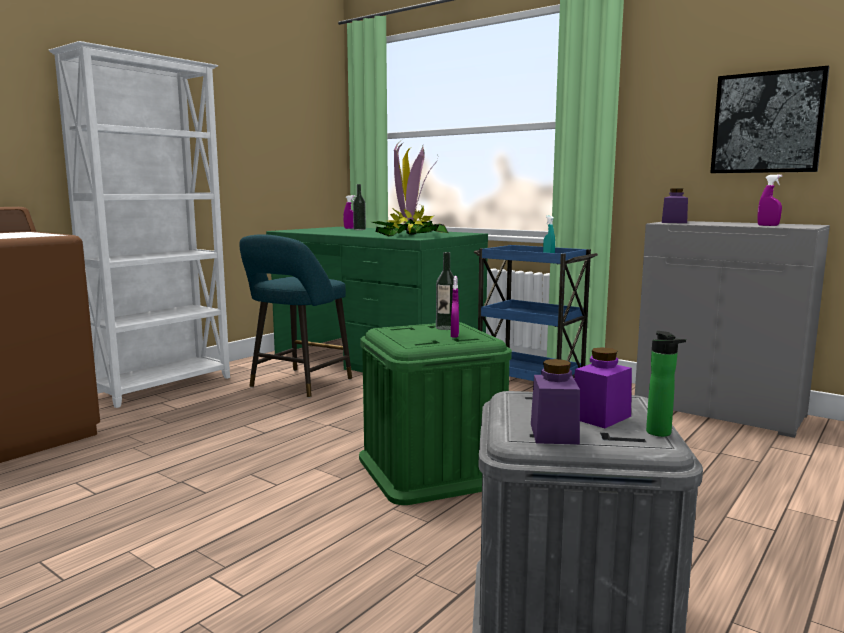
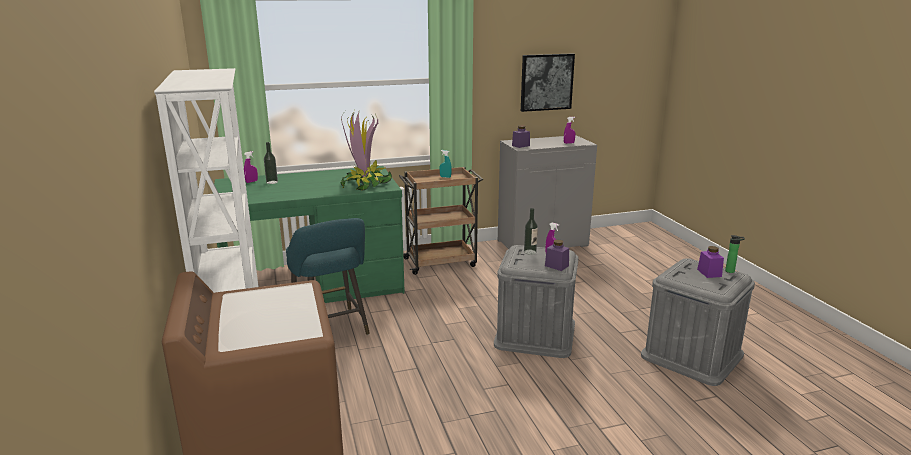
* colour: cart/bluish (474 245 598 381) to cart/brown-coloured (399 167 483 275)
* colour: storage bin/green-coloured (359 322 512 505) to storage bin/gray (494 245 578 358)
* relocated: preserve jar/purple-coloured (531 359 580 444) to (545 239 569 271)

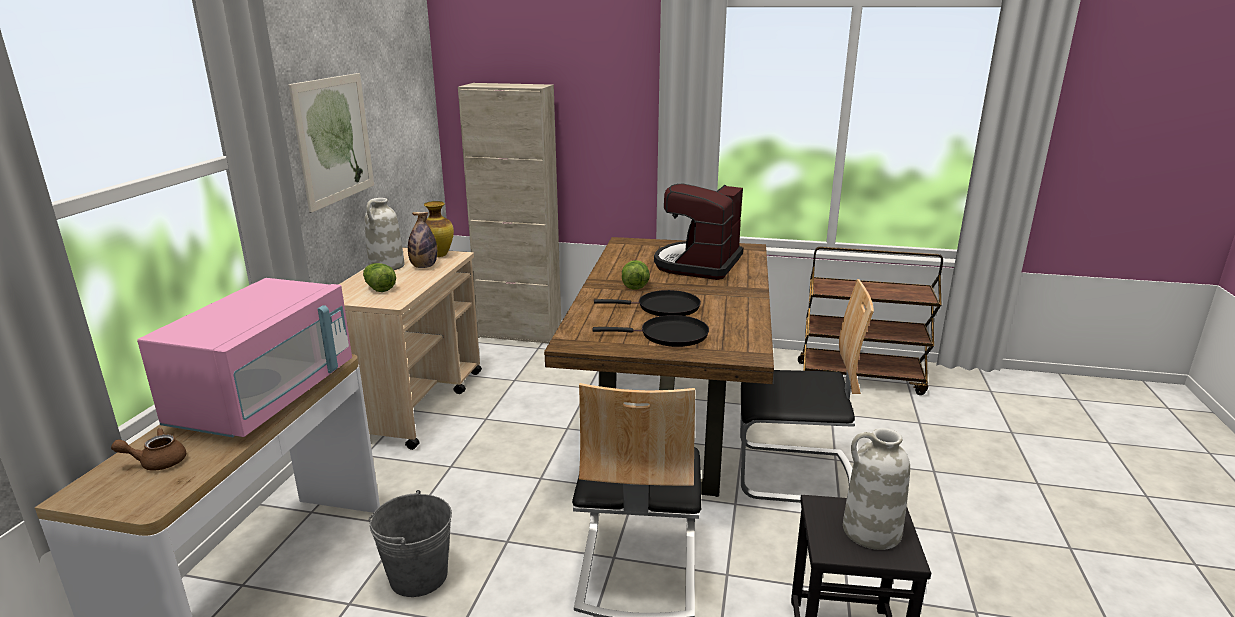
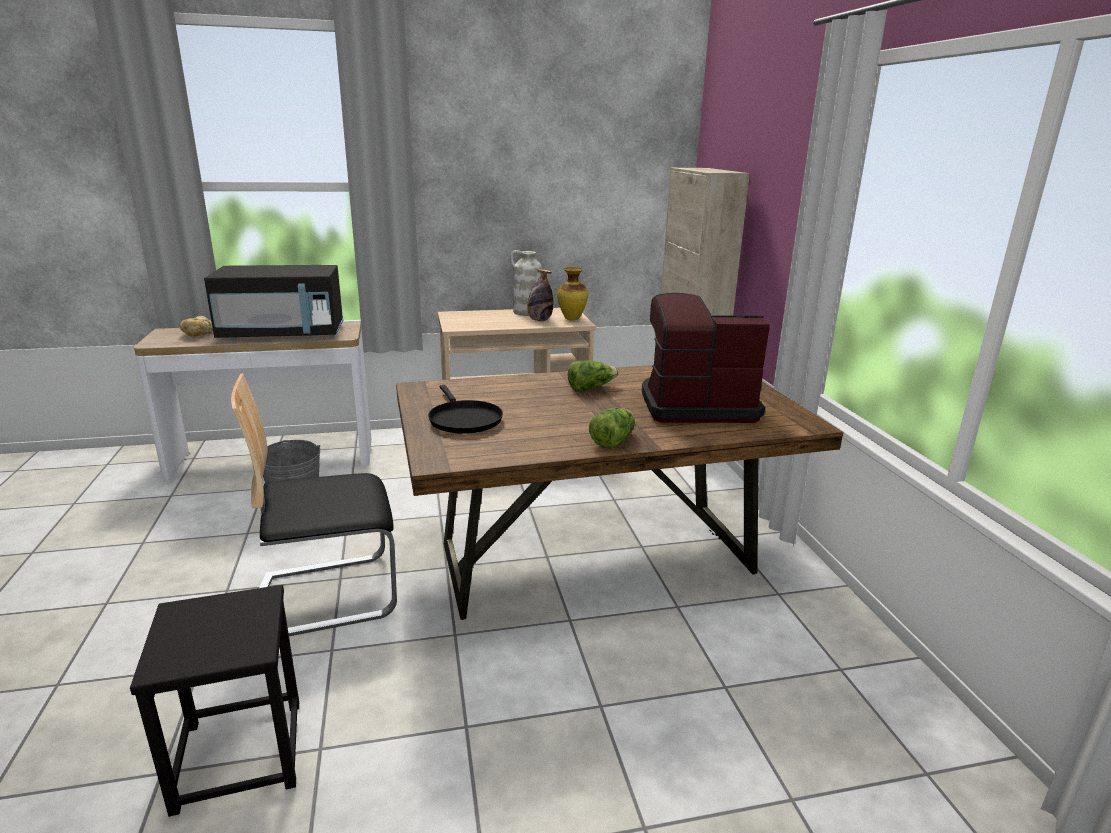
* exchanged: tea pot/brown-coloured (111 428 186 471) to bread (179 316 213 337)
* colour: microwave oven/pink-coloured (137 278 352 437) to microwave oven/blackish (204 265 343 340)
* relocated: lettuce (363 263 396 292) to (589 408 635 449)
* missing: wall art (289 73 374 213)
* missing: pan/blackish (594 290 701 316)
* missing: chair (740 279 874 503)
* missing: cart/brown-coloured (798 247 943 395)
* missing: flower vase/white (843 428 910 550)

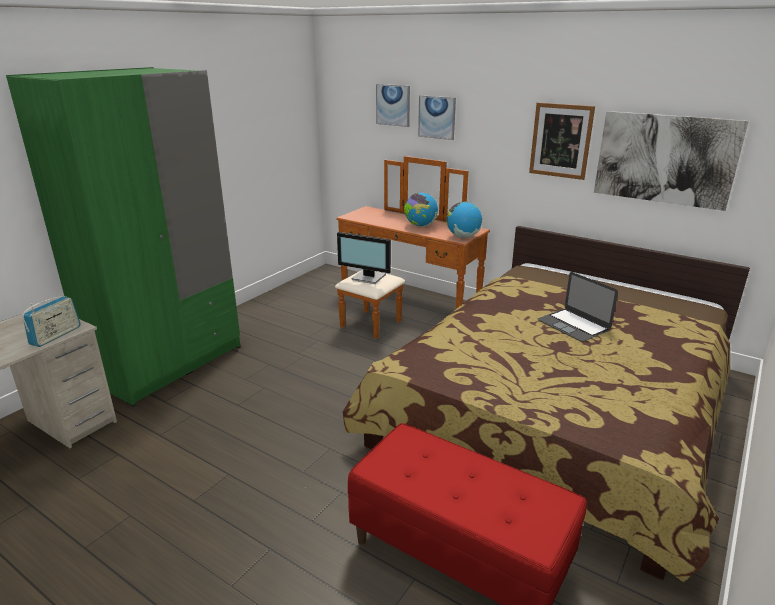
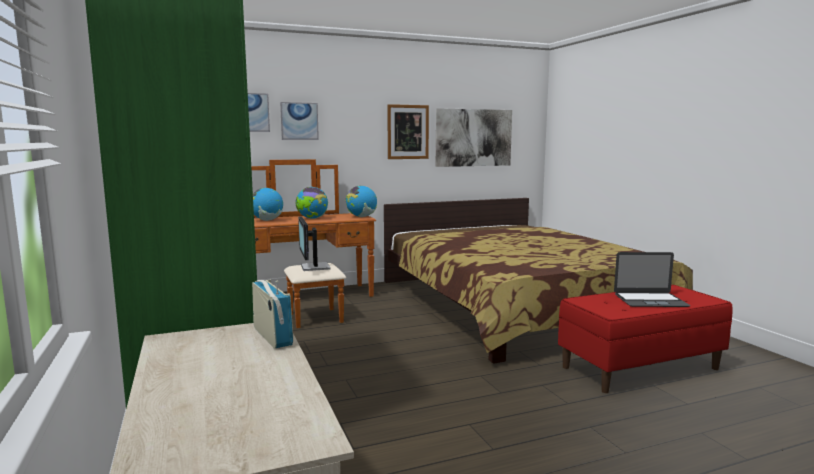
* appeared: world globe (253 188 283 221)
* spun: computer display (337 232 391 284) = (298 216 331 271) 105 degrees clockwise
* relocated: notebook computer (538 272 618 342) to (614 252 690 307)

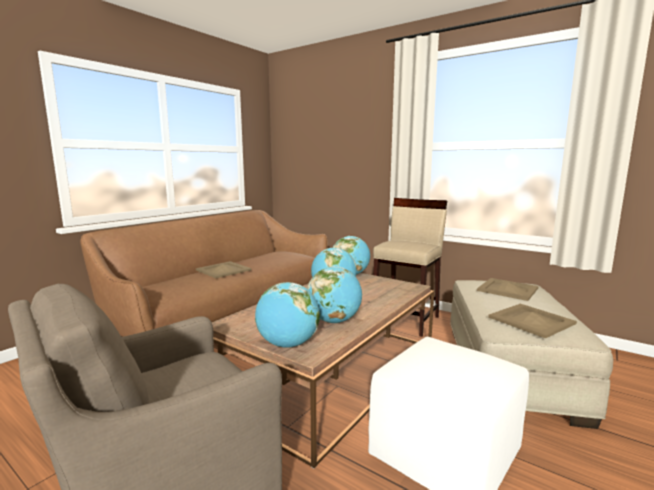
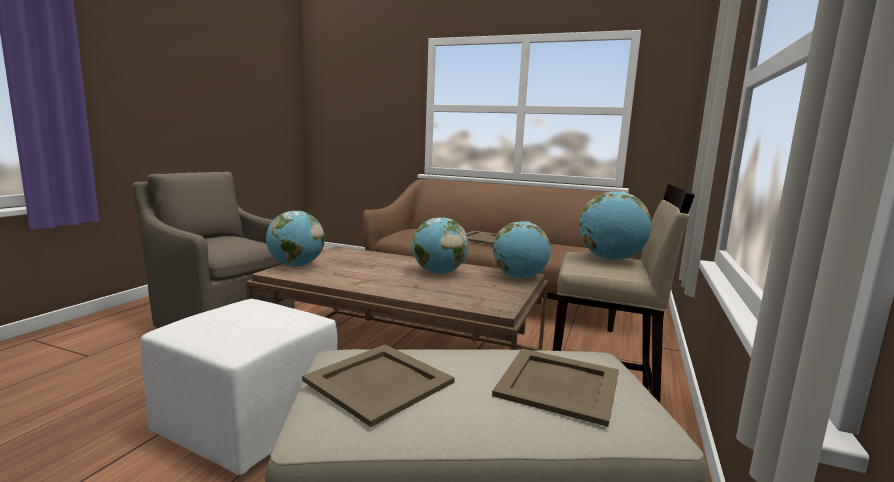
* relocated: world globe (307 266 362 323) to (579 191 651 260)

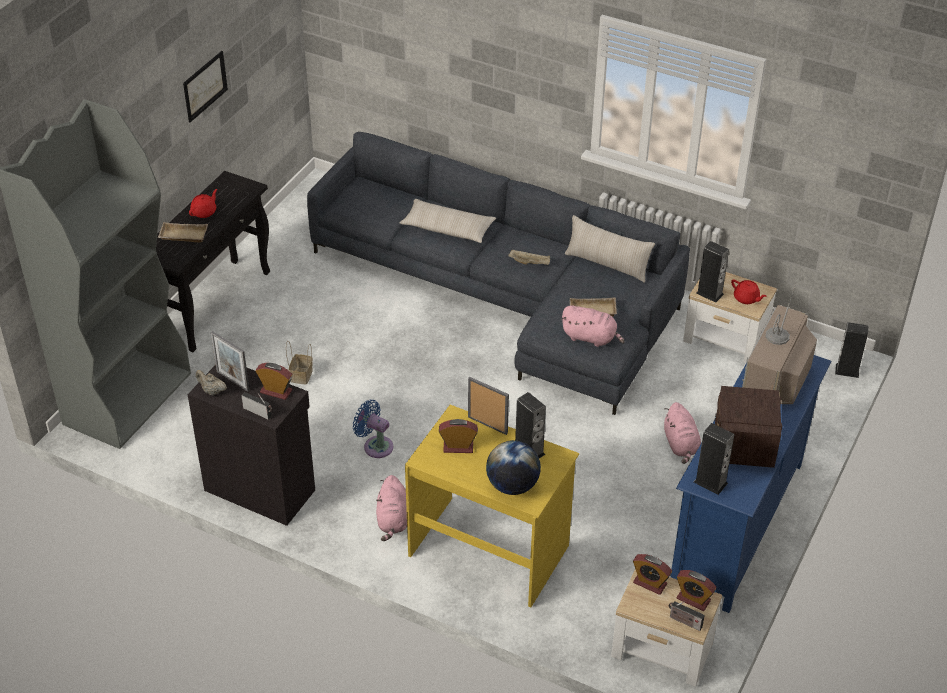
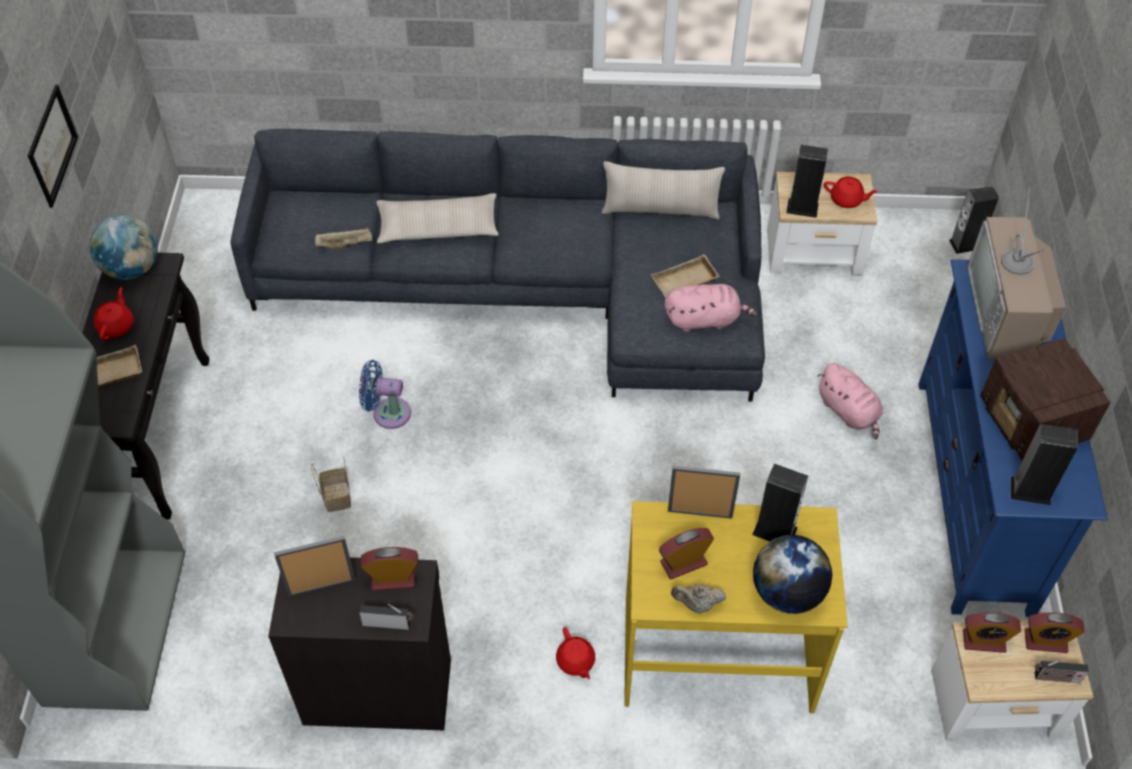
* appeared: world globe (90 215 158 280)
* spun: standing frame (211 331 249 392) = (274 536 356 597) 150 degrees clockwise
* relocated: carrying tray/sand-coloured (508 250 550 265) to (315 227 372 249)
* relocated: fan/bluish (353 400 393 458) to (359 360 411 429)
* exchanged: plush toy/pink-coloured (376 475 407 541) to tea pot/red (556 627 595 679)
* relocated: tea pot/sand-coloured (196 370 227 395) to (671 584 726 613)

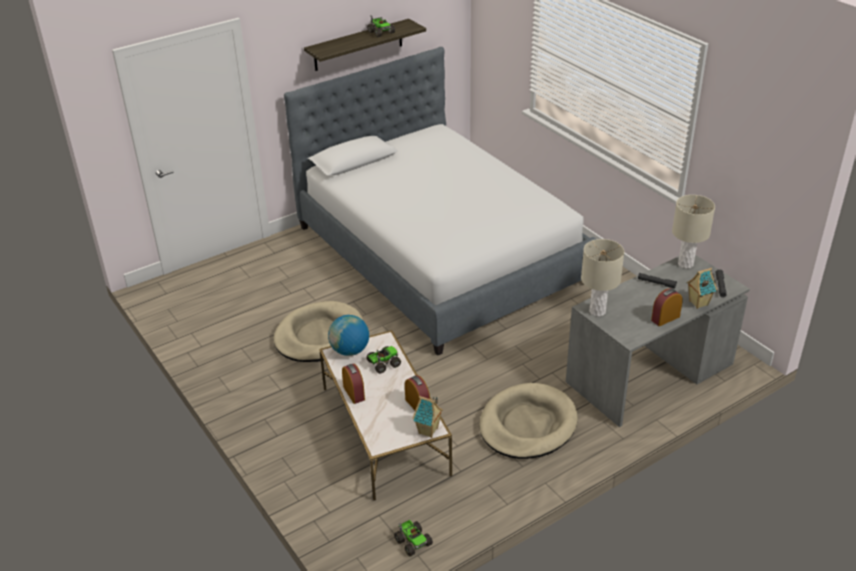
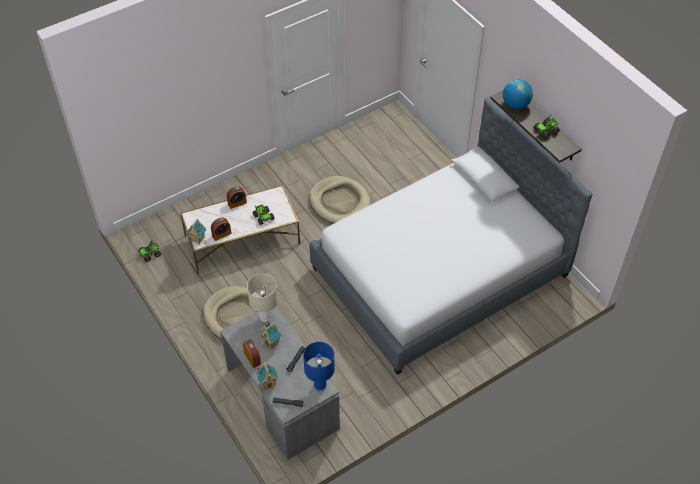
* appeared: toy house (259 321 282 349)
* colour: tabletop lamp/sand-coloured (672 195 715 269) to tabletop lamp/bluish (303 342 335 390)
* relocated: world globe (328 315 369 356) to (503 79 533 109)

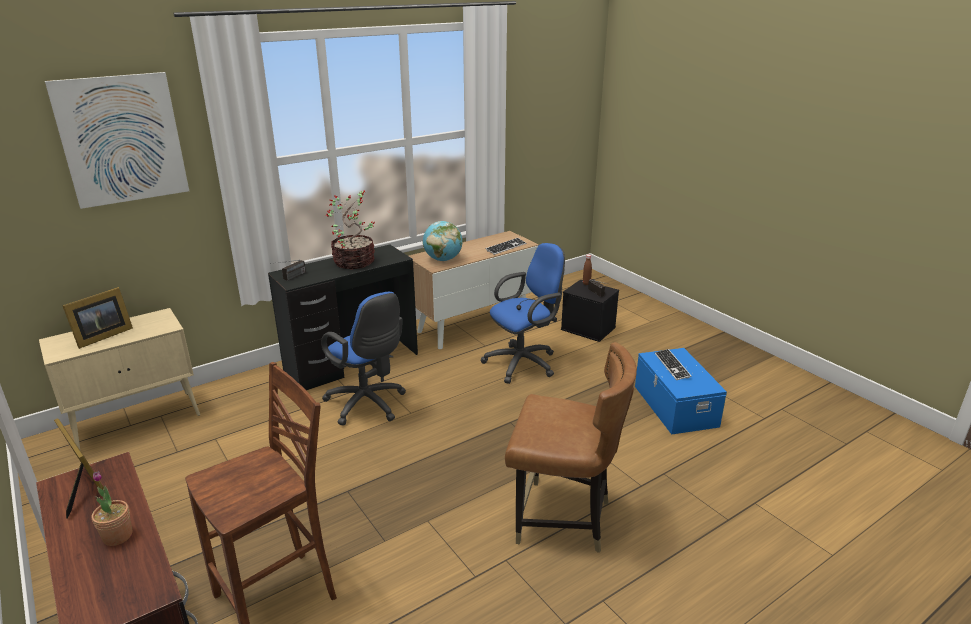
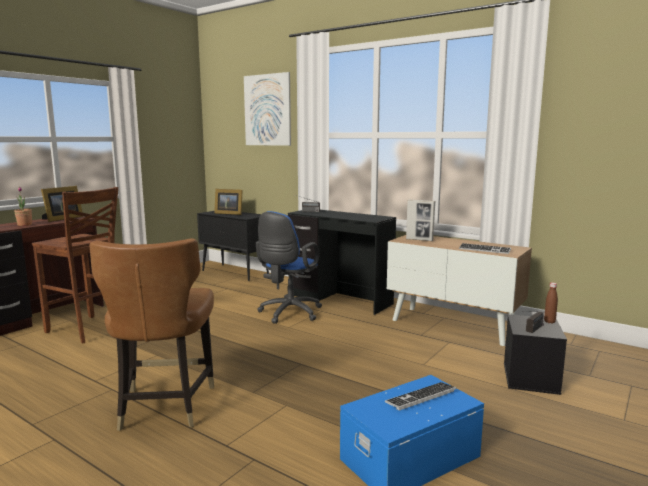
* colour: cupboard/sand-coloured (39 308 200 449) to cupboard/blackish (197 211 269 281)
* exchanged: world globe (423 221 463 261) to standing frame (406 199 435 241)
* missing: plant in a pot (325 190 375 269)
* missing: desk chair/bluish (481 243 565 384)

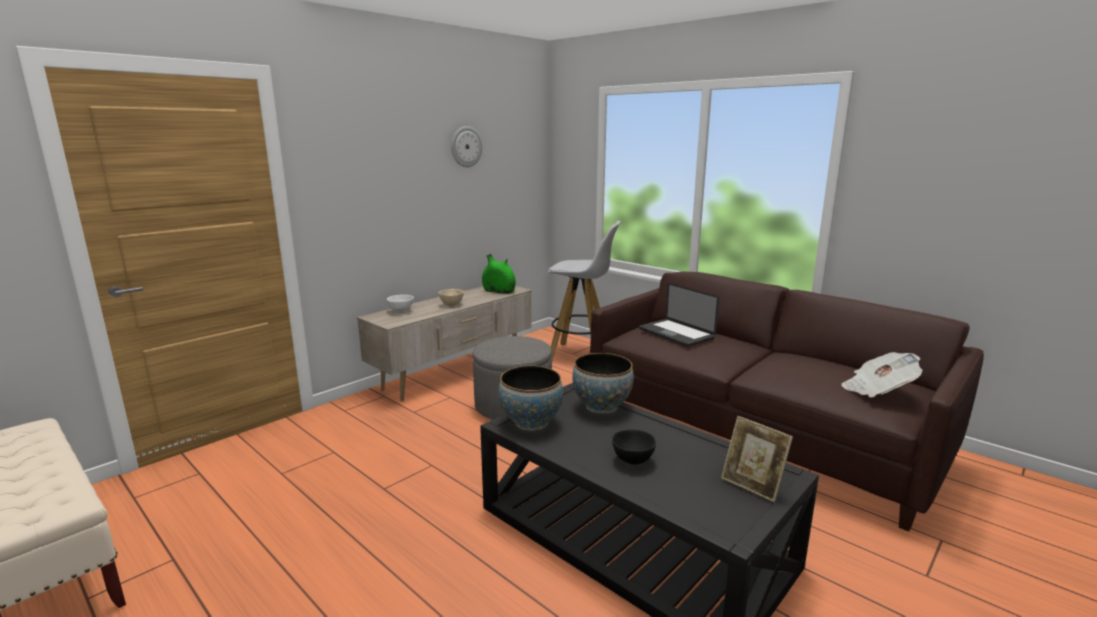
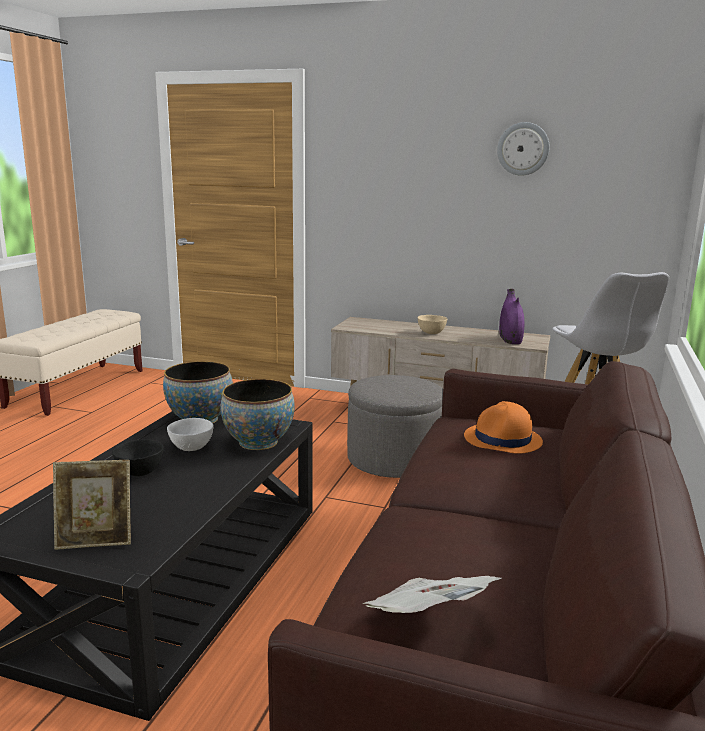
* spun: standing frame (721 416 793 503) = (53 460 131 550) 120 degrees counterclockwise
* relocated: serving bowl/white (387 295 414 313) to (167 418 213 451)
* exchanged: notebook computer (639 283 719 347) to clothing hat/orange (464 401 543 454)
* colour: flower vase/green-coloured (482 254 516 294) to flower vase/purple-coloured (499 289 525 344)

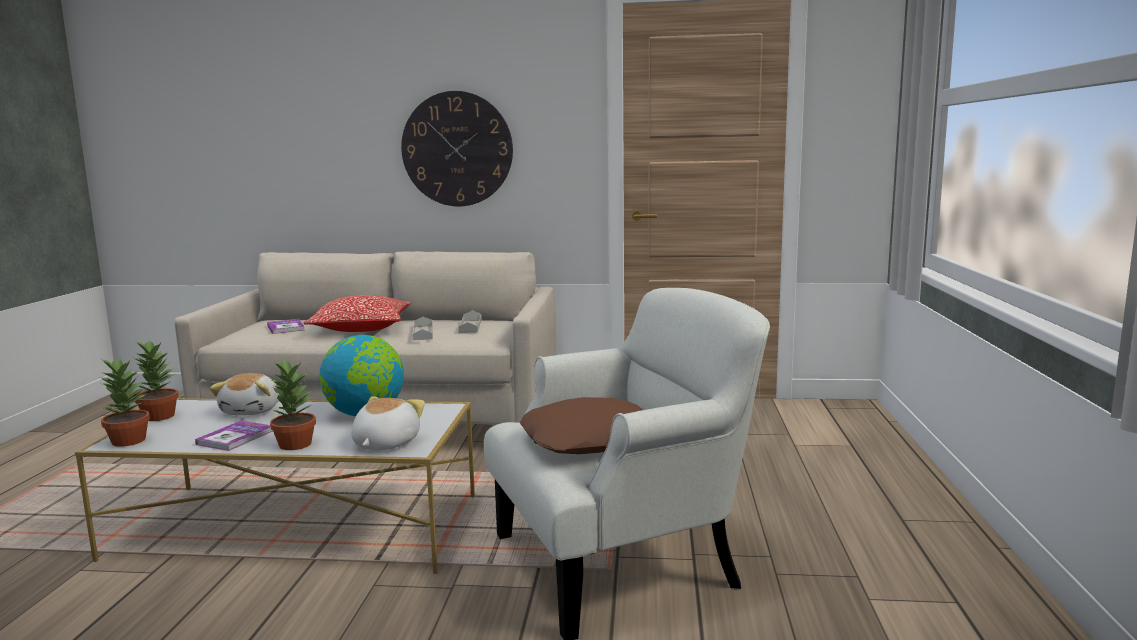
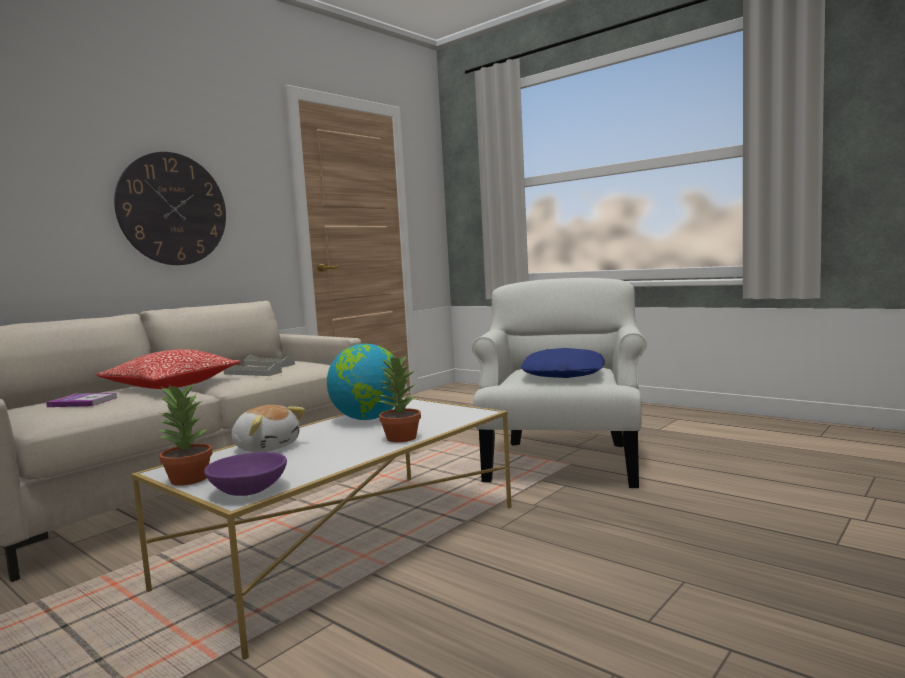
* exchanged: plant in a pot (101 357 150 447) to serving bowl/purple-coloured (204 452 287 496)
* colour: cushion/brown-coloured (520 397 643 454) to cushion/bluish (521 348 605 378)
* missing: book (195 421 273 451)
* missing: plush toy (351 396 425 450)

